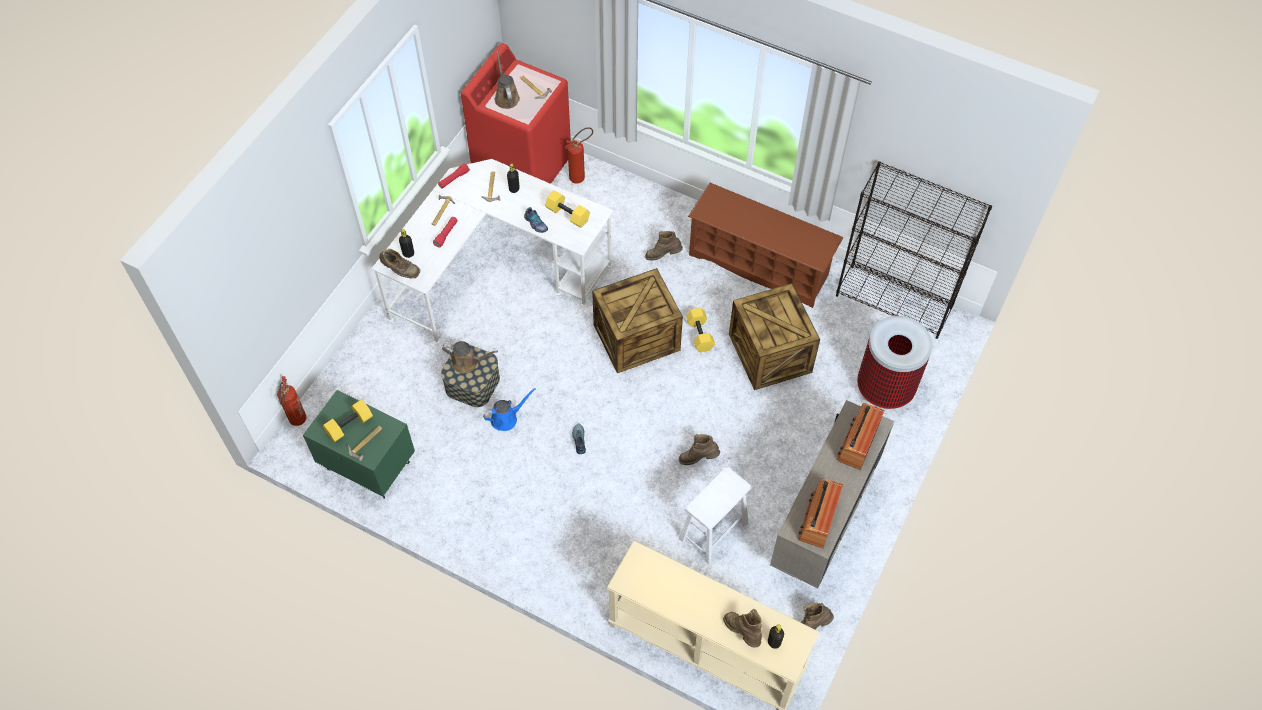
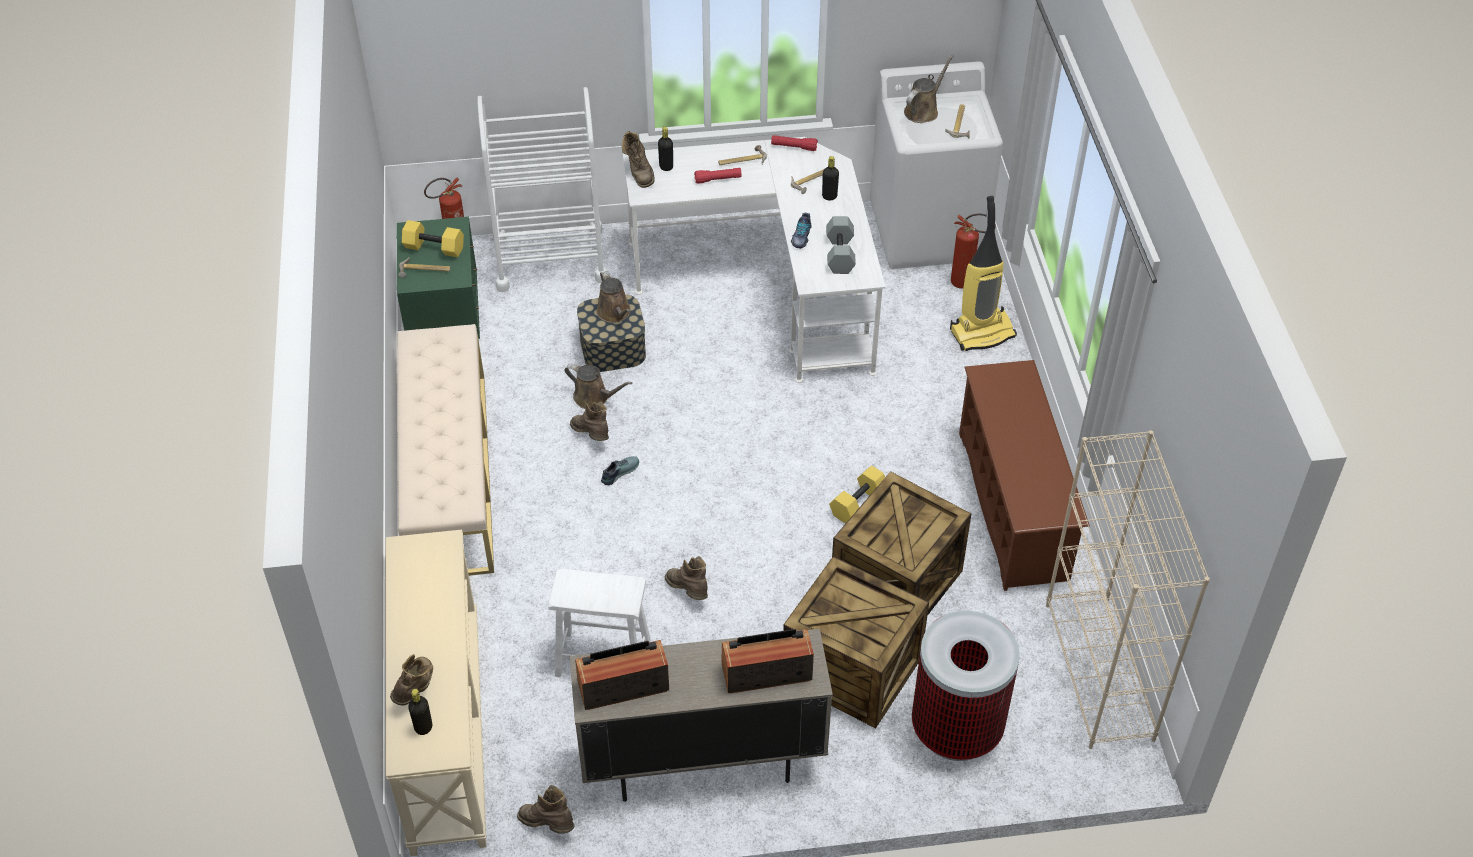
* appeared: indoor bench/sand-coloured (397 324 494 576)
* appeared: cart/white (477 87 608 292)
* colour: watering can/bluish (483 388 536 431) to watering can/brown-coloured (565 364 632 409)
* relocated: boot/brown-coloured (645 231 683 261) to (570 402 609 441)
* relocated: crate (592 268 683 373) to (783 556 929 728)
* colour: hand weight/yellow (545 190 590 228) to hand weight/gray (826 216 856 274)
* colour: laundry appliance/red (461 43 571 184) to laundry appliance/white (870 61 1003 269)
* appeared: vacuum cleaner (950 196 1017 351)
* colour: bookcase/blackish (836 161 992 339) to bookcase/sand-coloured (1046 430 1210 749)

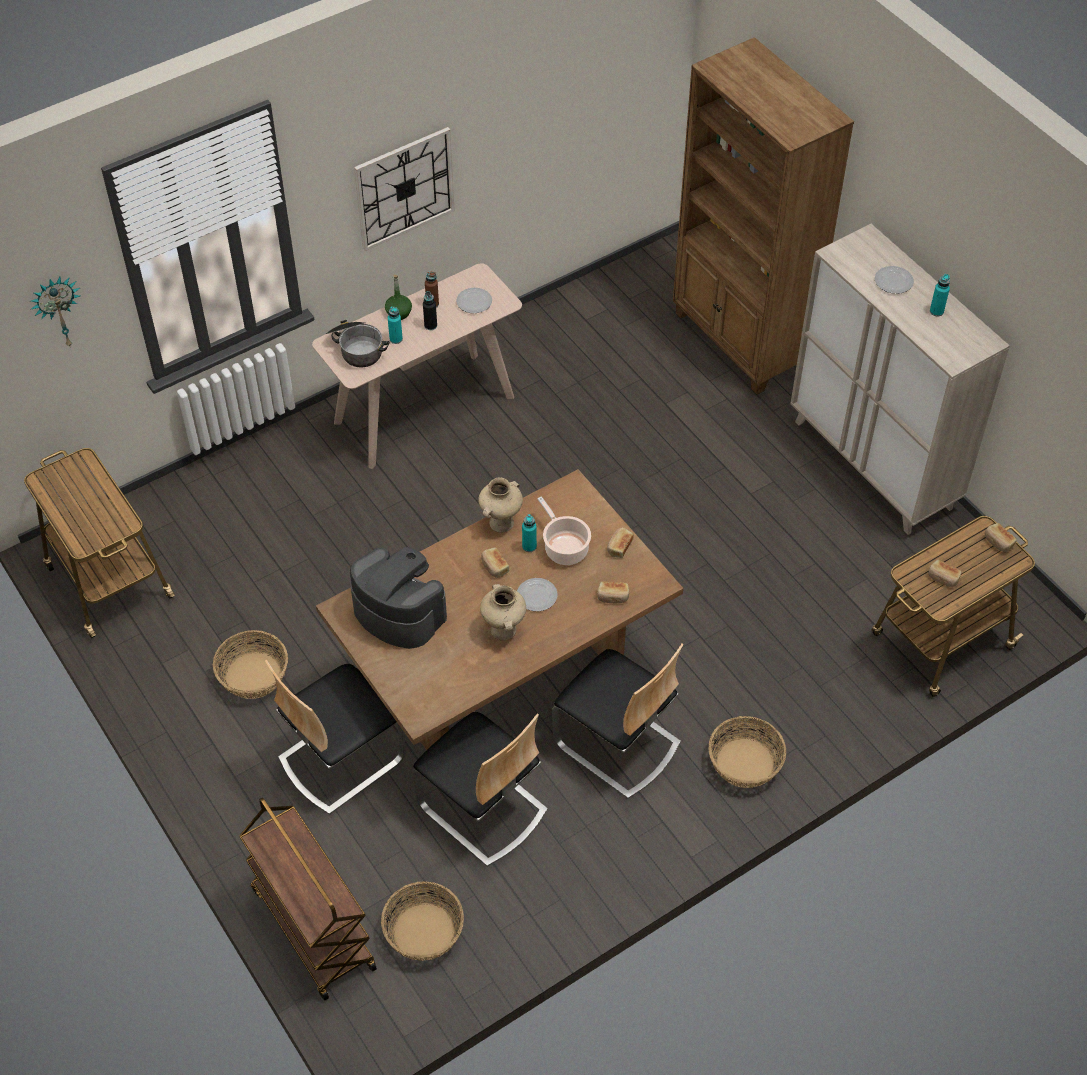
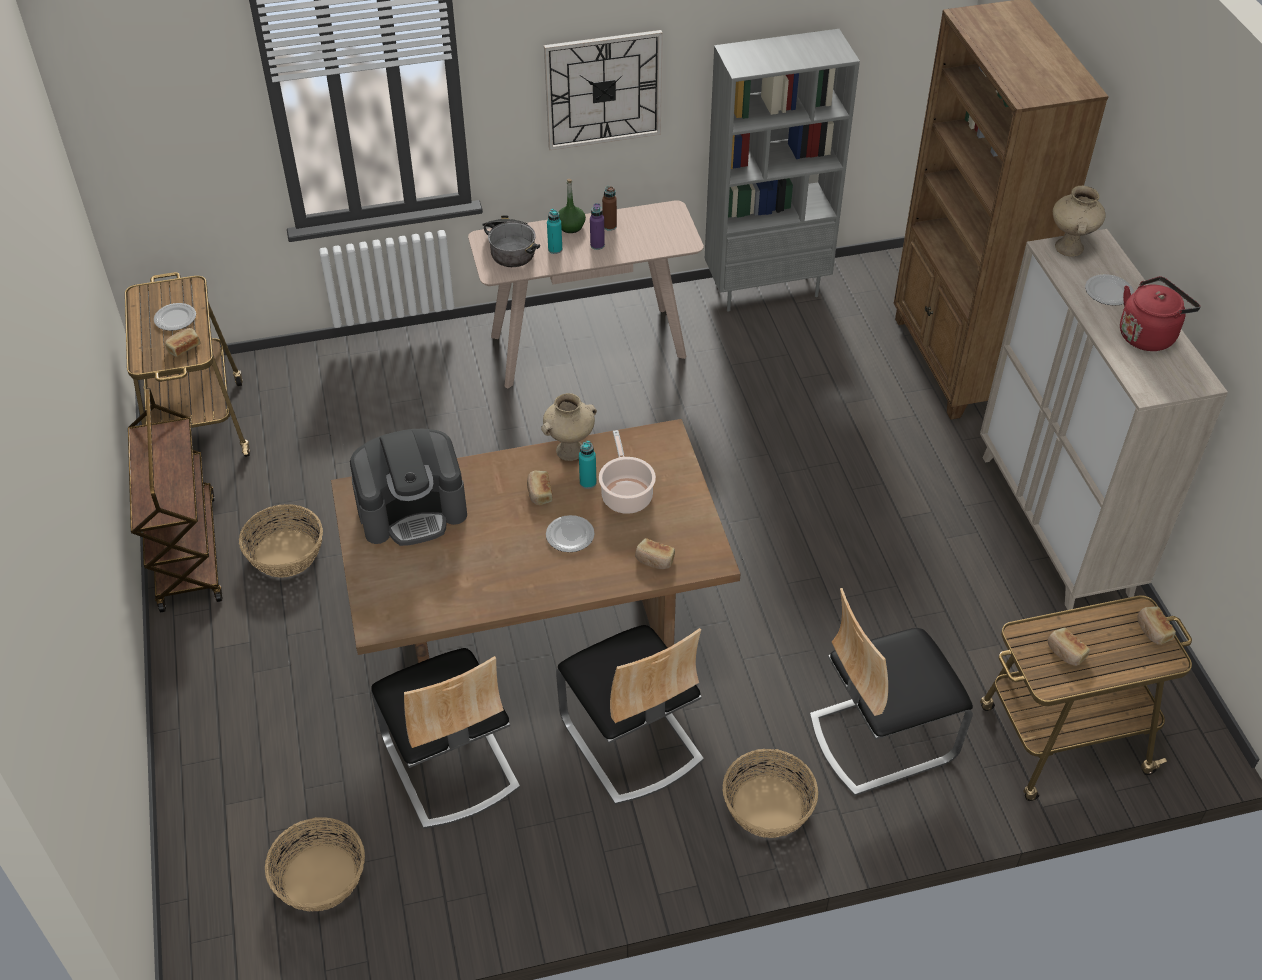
* relocated: cart/brown-coloured (239 797 377 1001) to (128 388 223 613)
* relocated: plate (456 288 492 313) to (154 303 196 331)
* relocated: bread (607 528 634 558) to (165 328 201 357)
* spun: coffee maker (350 547 447 649) = (350 429 467 546) 105 degrees clockwise
* colour: drink bottle/blackish (423 291 437 330) to drink bottle/purple-coloured (590 203 605 250)
* appeared: bookcase/gray (705 29 860 312)
* relocated: chair (265 660 406 815) to (810 588 973 796)
* relocated: flower vase/sand-coloured (480 584 526 641) to (1053 186 1106 257)
* exchanged: drink bottle/blue-green (930 274 950 317) to water kettle/red (1120 276 1201 351)
* missing: clock on the wall (30 277 80 348)

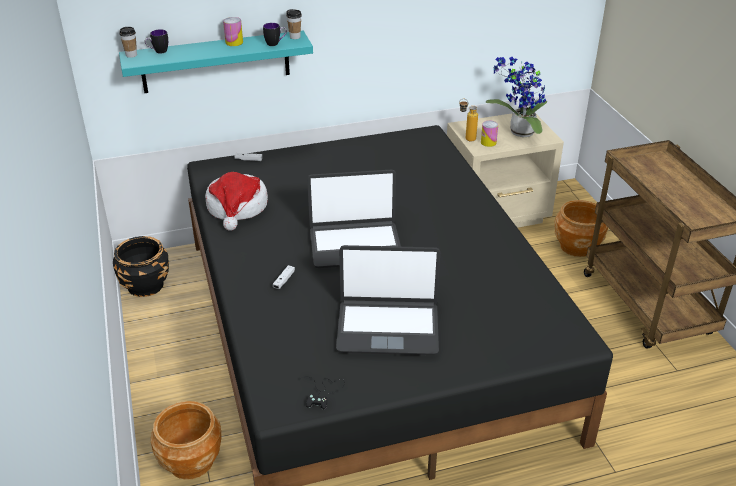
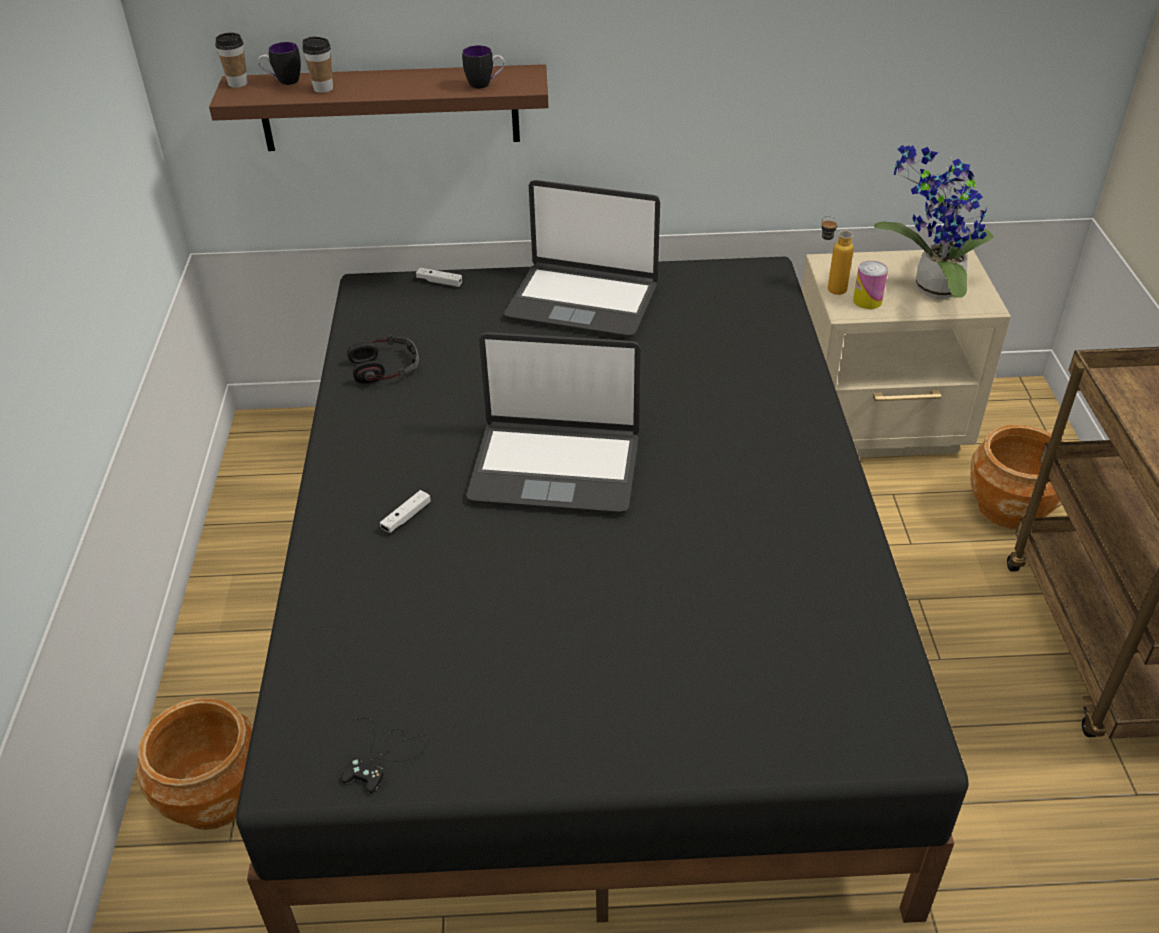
* colour: shelf/blue-green (119 31 313 93) to shelf/brown-coloured (209 64 549 151)
* relocated: cup (286 9 302 39) to (302 37 333 93)
* exchanged: clothing hat (205 172 268 231) to headphones (347 335 419 384)
* relocated: notebook computer (336 245 440 355) to (504 180 660 338)
* missing: planter/blackish (113 236 169 297)
* missing: sealed can (223 17 243 46)

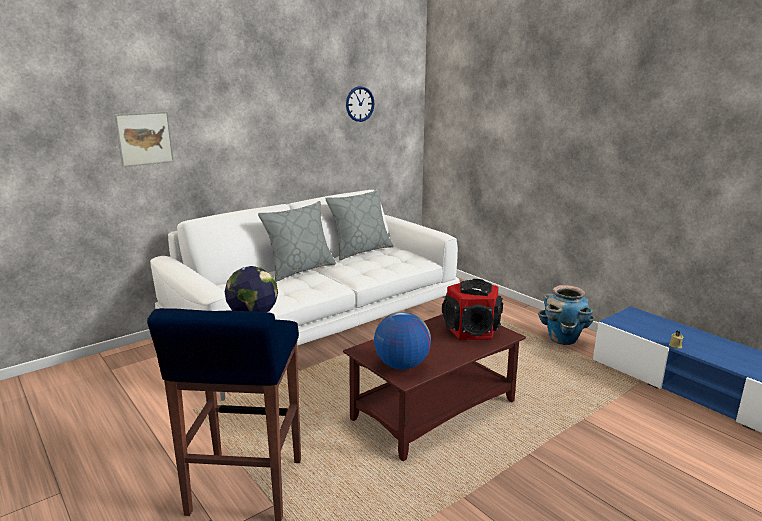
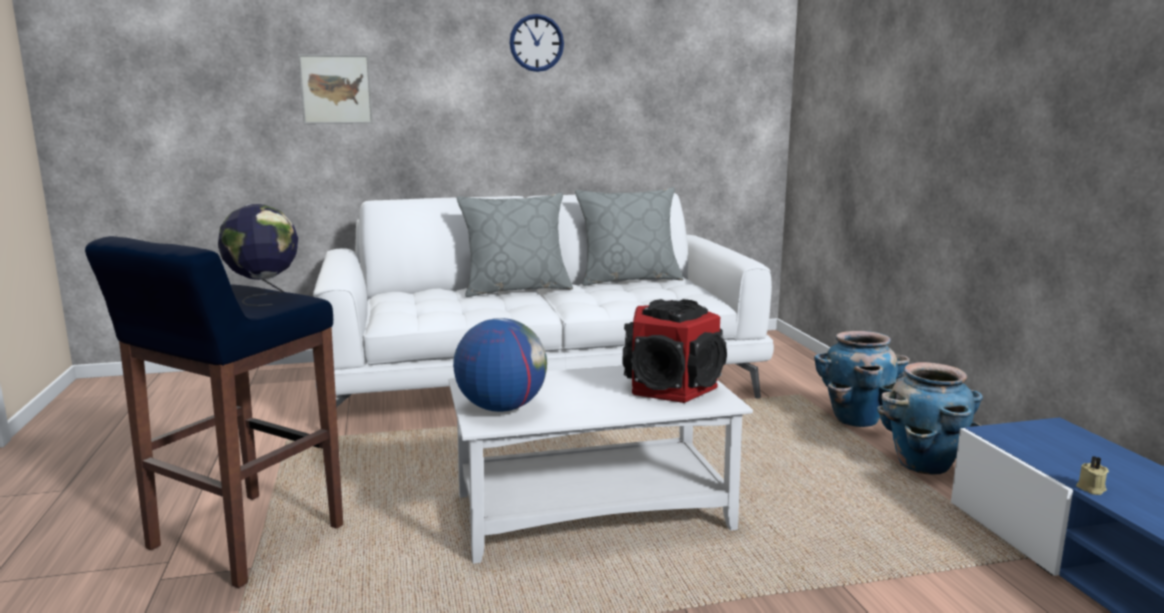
* colour: lounge table/brown-coloured (343 314 526 461) to lounge table/white (449 365 753 564)
* relocated: clock on the wall (346 86 375 122) to (509 14 564 72)
* appeared: planter (814 331 910 427)

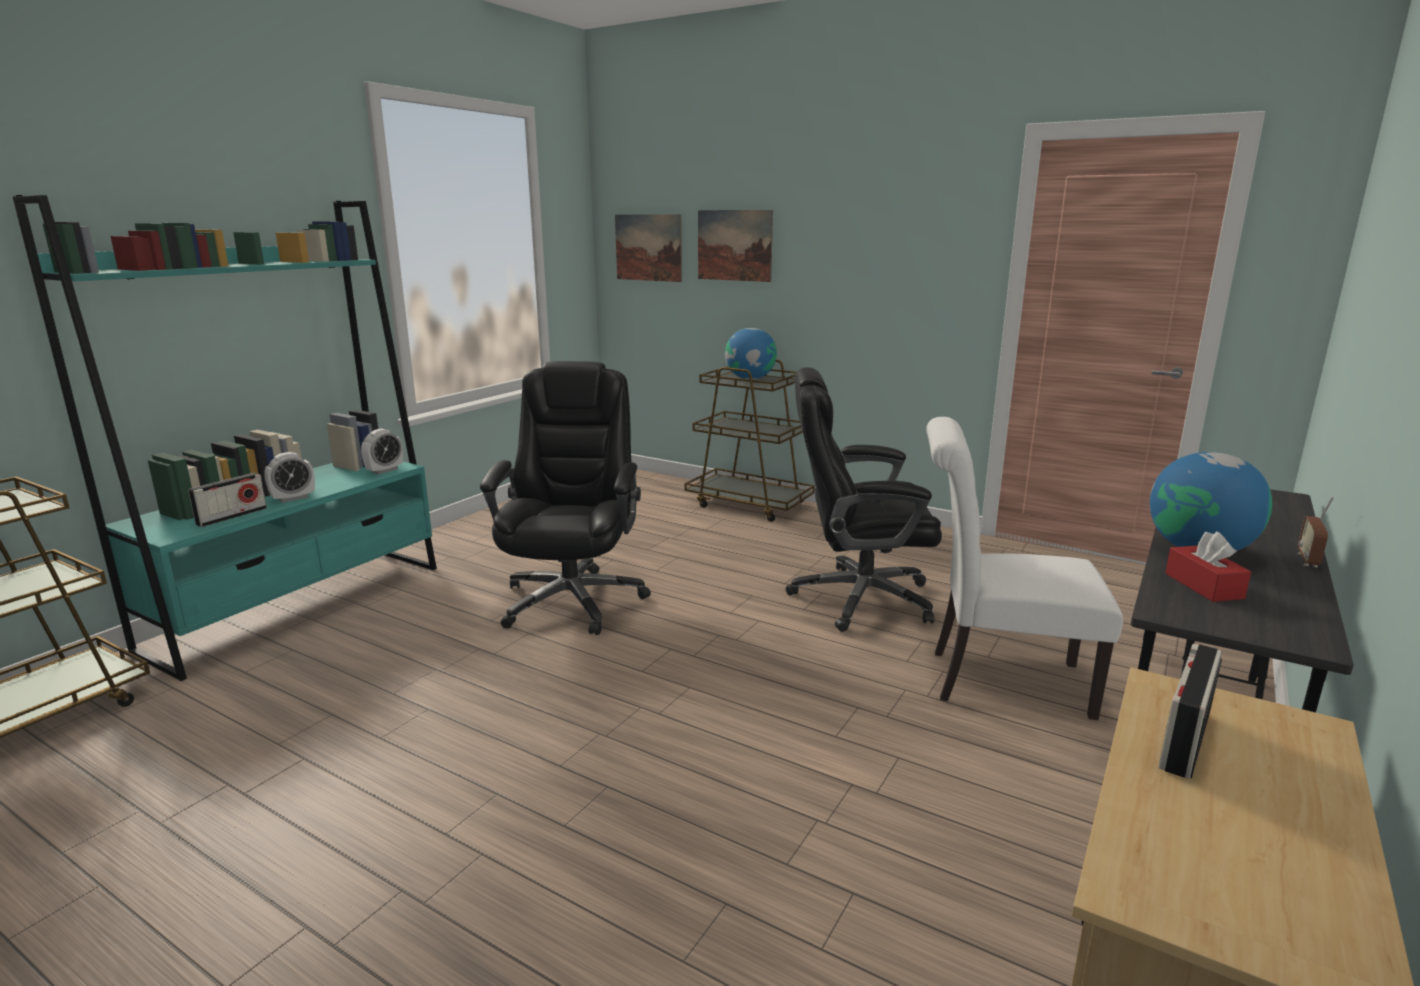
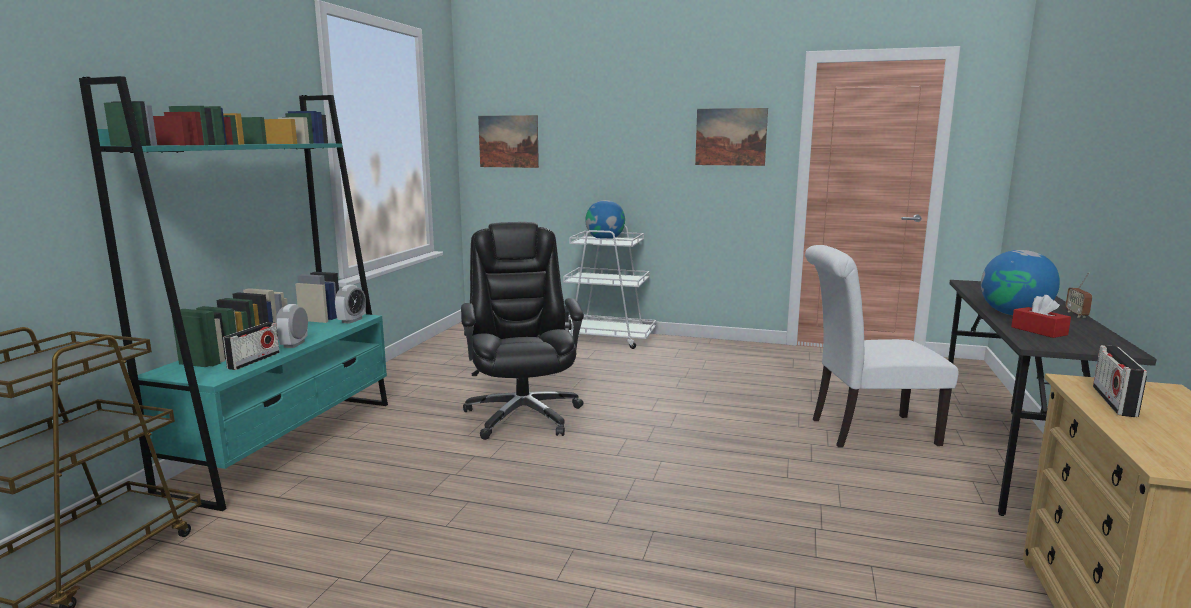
* spun: alarm clock (264 452 315 503) = (276 304 308 348) 150 degrees clockwise
* colour: cart/brown-coloured (685 359 815 522) to cart/white (563 225 656 349)
* relocated: wall art (698 210 773 282) to (695 108 768 166)
* missing: desk chair/blackish (786 367 942 632)

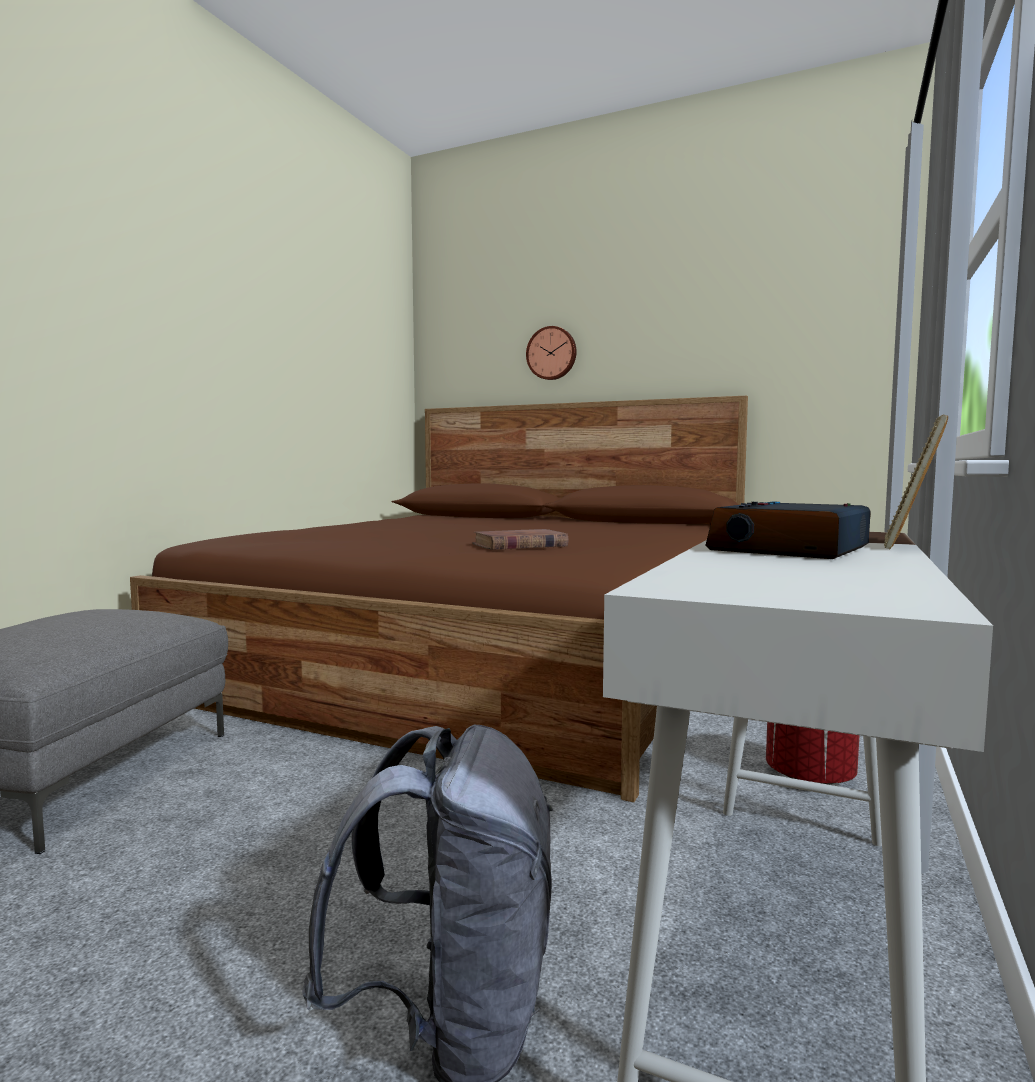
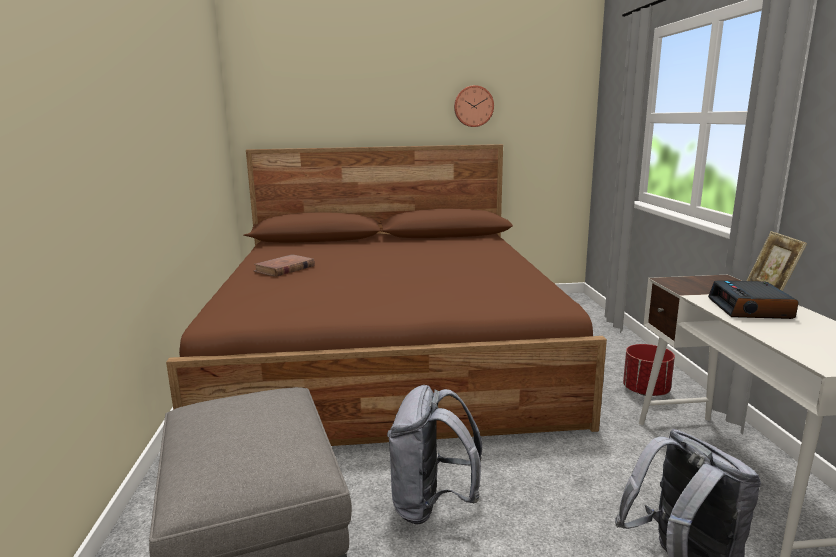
* relocated: book/brown-coloured (472 529 569 550) to (254 254 315 277)
* appeared: backpack/gray (387 385 482 525)
* relocated: clock on the wall (526 326 576 380) to (454 85 494 127)

